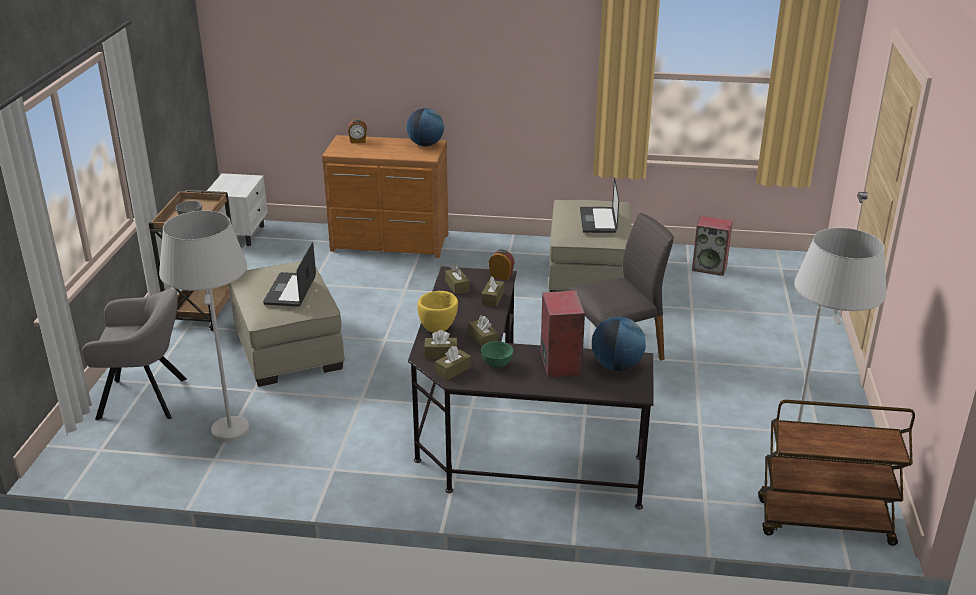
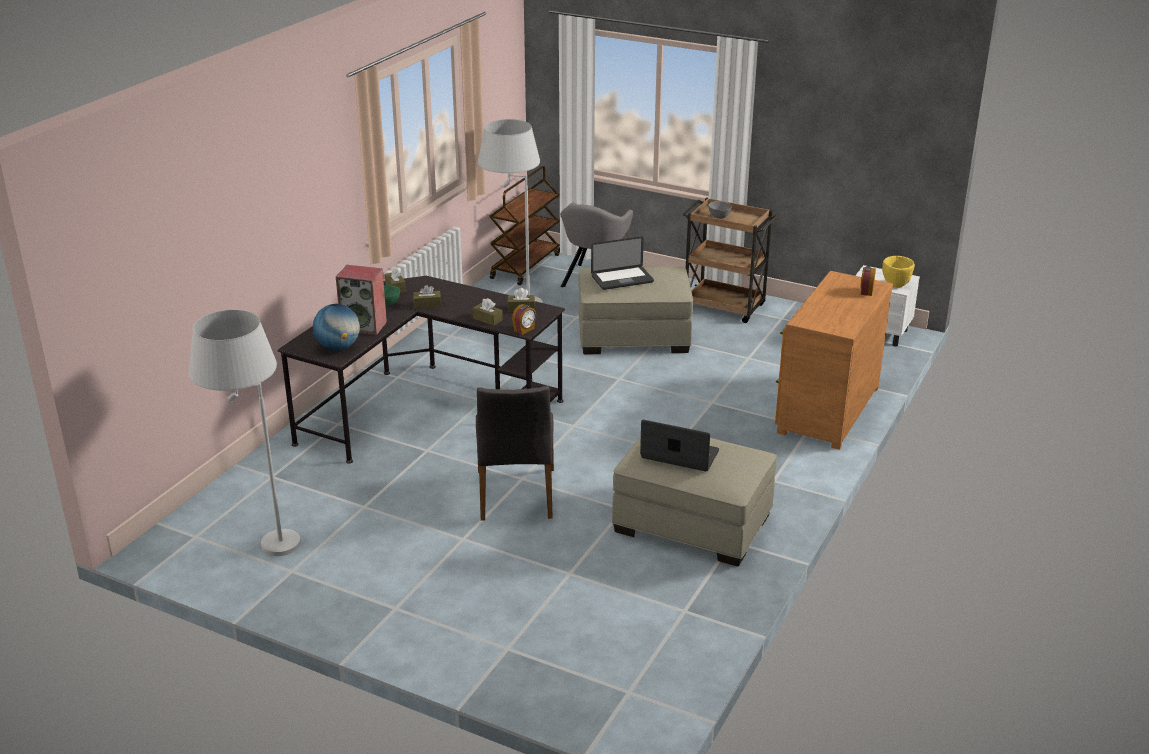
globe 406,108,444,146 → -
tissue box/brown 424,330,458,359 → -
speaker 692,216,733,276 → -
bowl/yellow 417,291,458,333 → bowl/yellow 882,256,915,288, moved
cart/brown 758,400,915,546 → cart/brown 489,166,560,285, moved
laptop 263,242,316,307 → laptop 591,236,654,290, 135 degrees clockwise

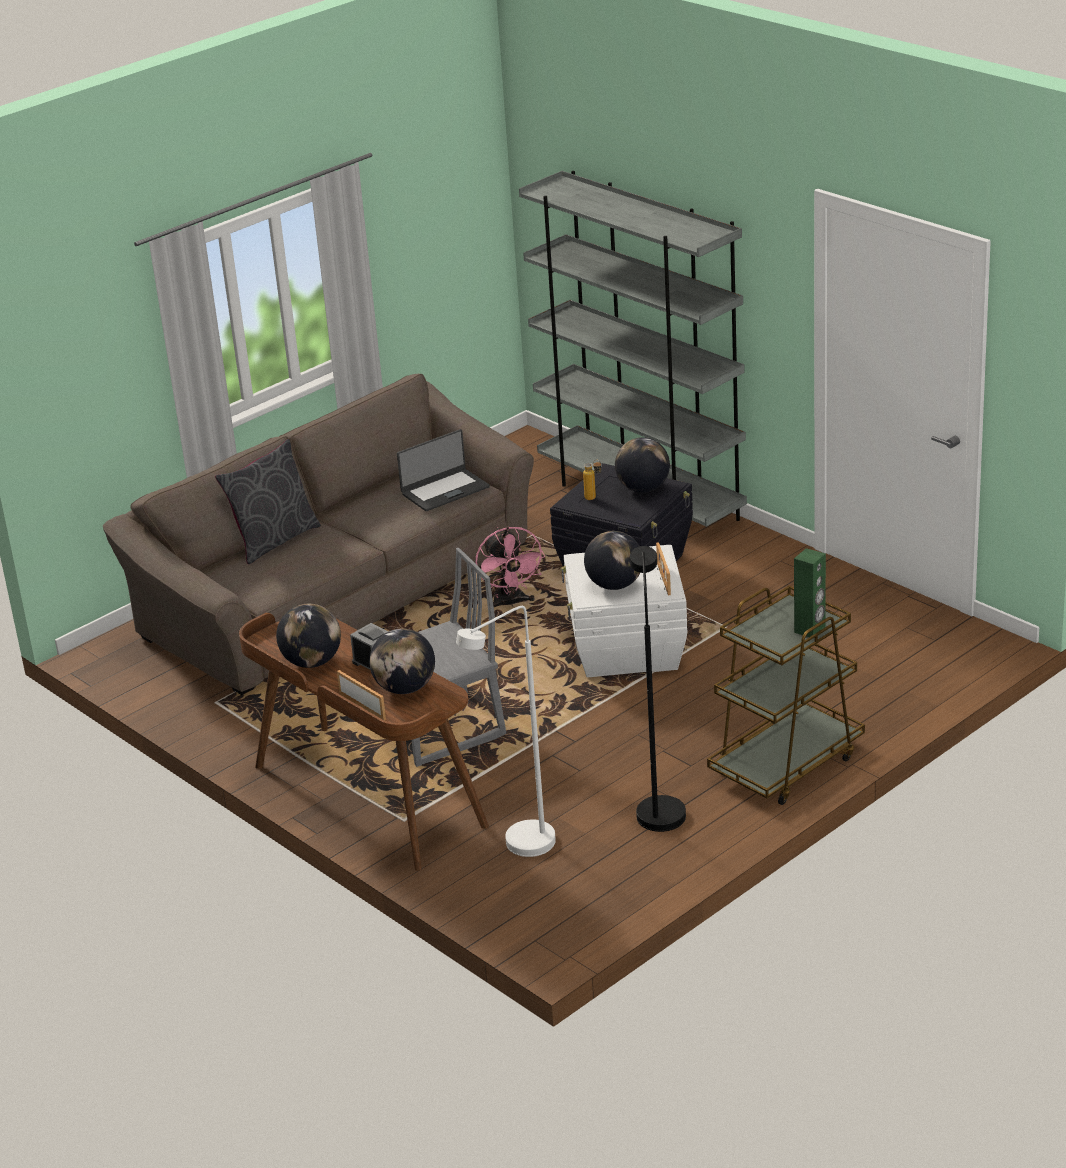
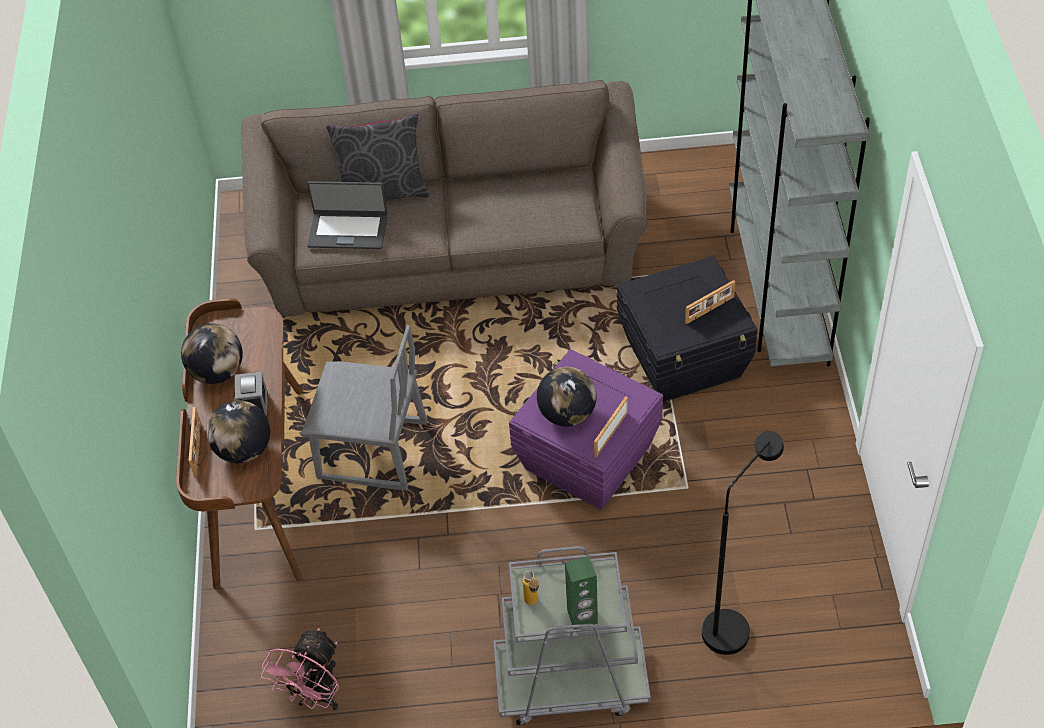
floor lamp/white 456,606,556,857 → -
laptop 397,429,490,511 → laptop 307,181,387,249, moved
fan/pink 475,527,545,607 → fan/pink 261,628,339,710, moved
bottle 583,460,602,500 → bottle 522,571,539,605, moved
floor lamp/black 630,546,686,832 → floor lamp/black 702,431,784,655, moved
globe 615,437,670,492 → picture frame 685,280,736,324
storage box/white 560,545,687,677 → storage box/purple 509,349,663,510
cart/brown 707,586,865,805 → cart/grey 494,546,651,726

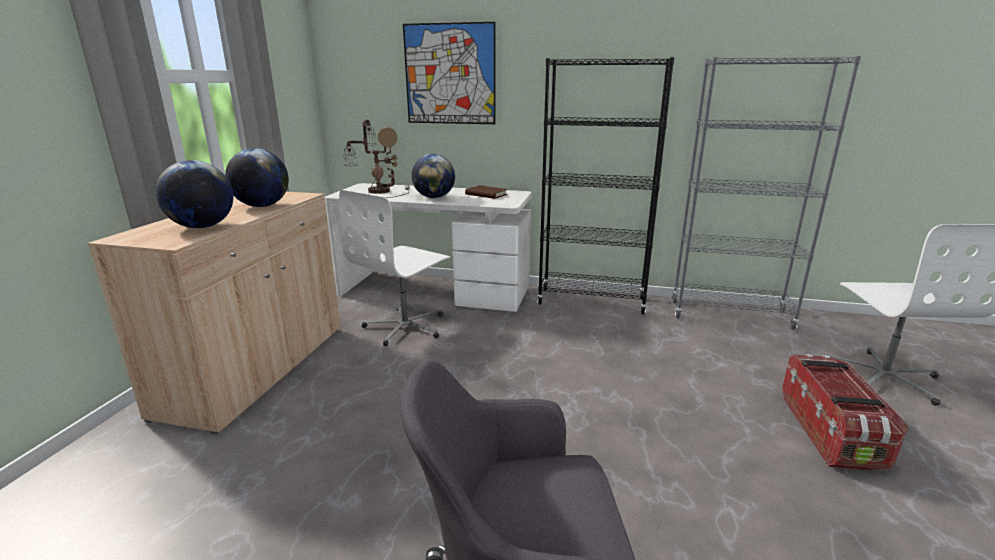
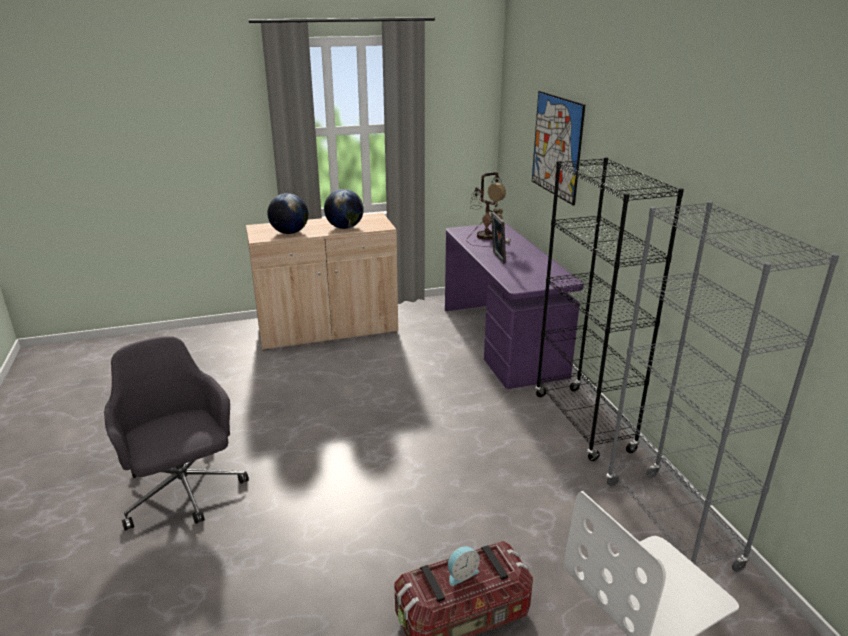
office chair/white 339,190,450,346 → -
book/brown 465,185,508,199 → -
- → alarm clock 448,546,480,586
globe 411,154,455,198 → picture frame 491,212,506,264
desk/white 325,183,532,312 → desk/purple 445,223,584,389

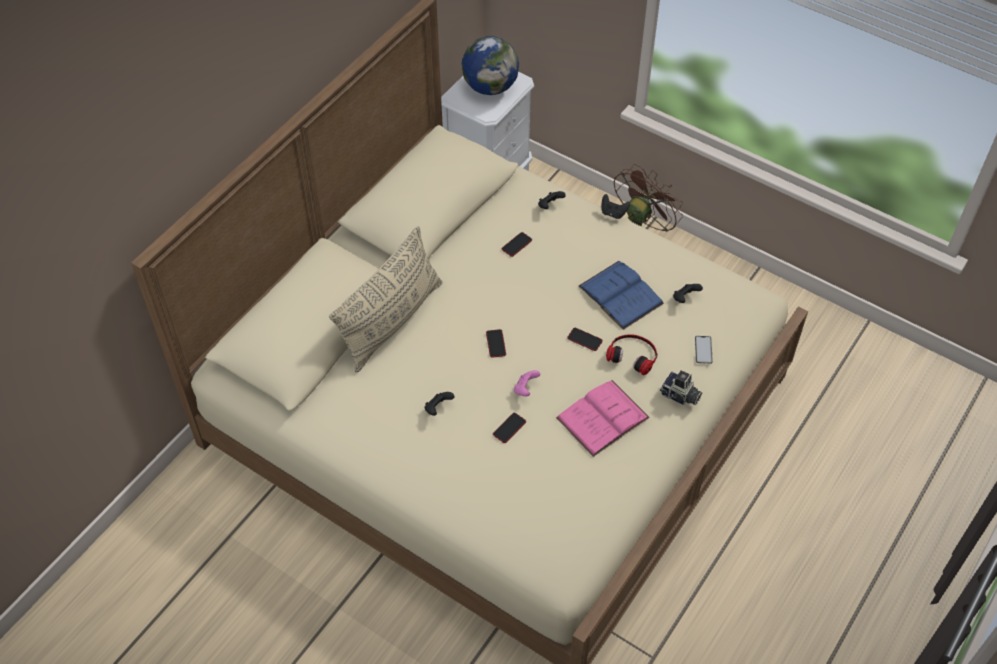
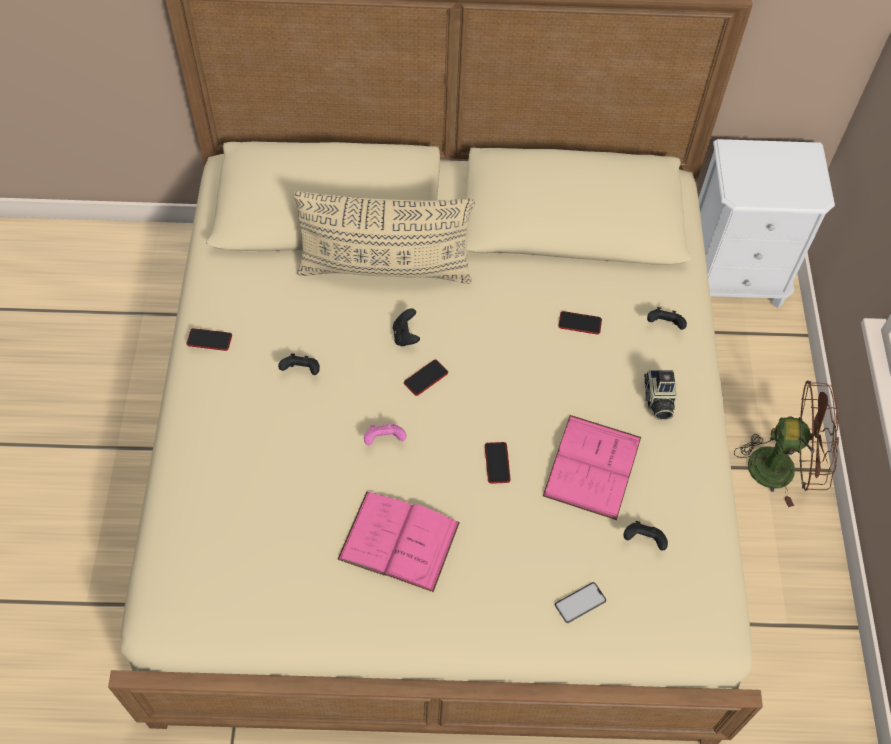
globe 462,36,519,95 → -
headphones 606,334,657,375 → -
phone 493,413,526,443 → phone 187,328,232,351, moved
game controller/black 602,194,630,219 → game controller/black 393,308,420,346, moved
photo camera 660,370,702,405 → photo camera 644,370,677,420, moved
book/blue 579,261,664,330 → book/pink 543,415,641,520

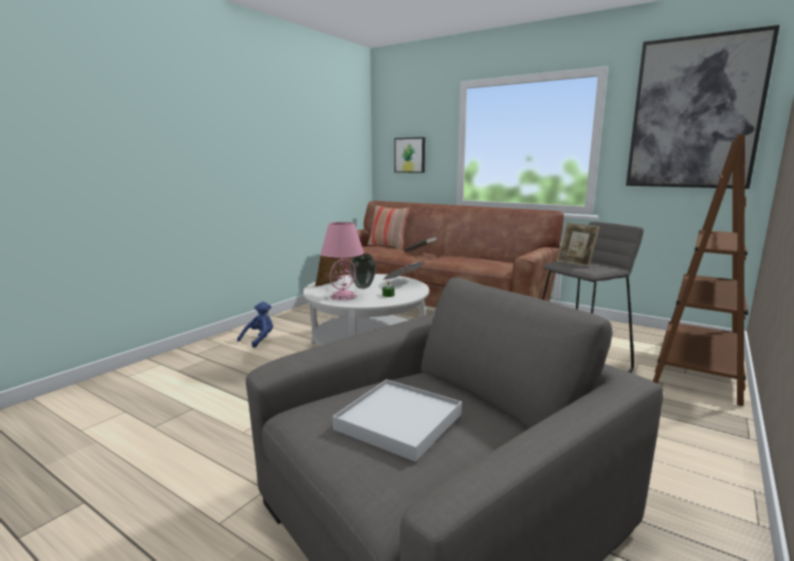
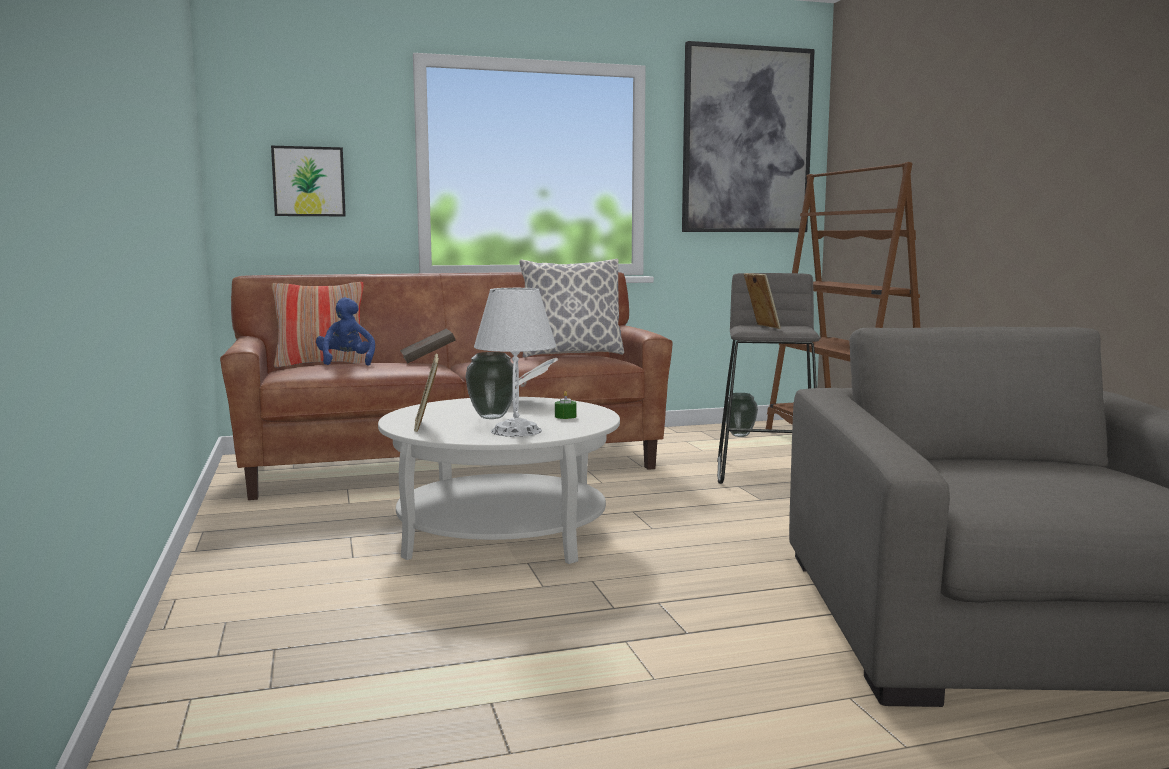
tray/white 333,379,462,462 → -
- → pillow 519,259,624,358
- → vase 726,393,758,437
plush toy/blue 237,302,273,348 → plush toy/blue 316,297,375,366, moved
table lamp/pink 321,222,364,301 → table lamp/white 474,288,556,437
picture frame 557,222,600,267 → picture frame 744,273,781,329, 105 degrees counterclockwise

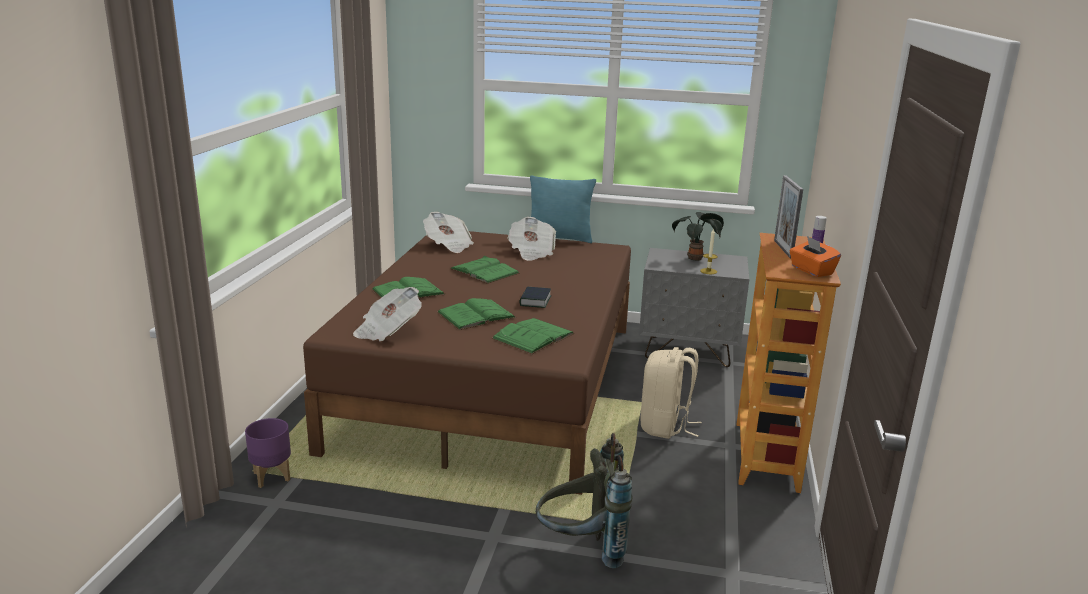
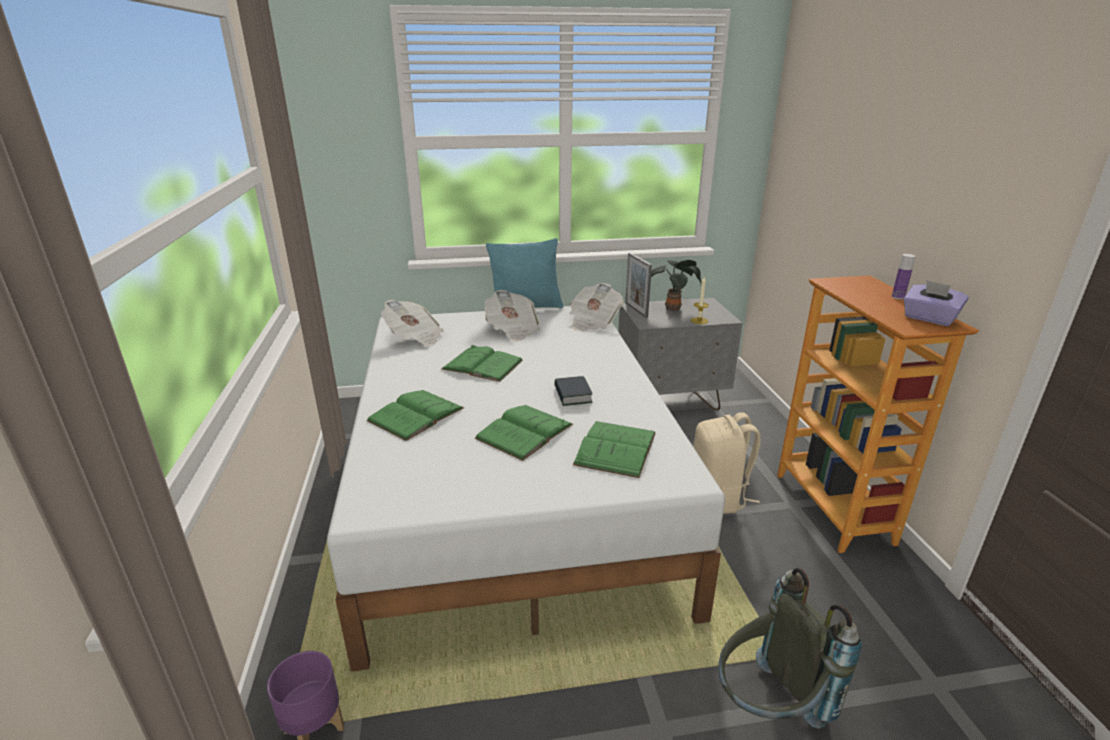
newspaper 353,287,422,341 → newspaper 569,283,624,331, moved
picture frame 774,175,803,258 → picture frame 625,253,652,318, moved
bed/brown 303,231,631,495 → bed/white 327,306,725,672
tissue box/orange 789,236,841,277 → tissue box/purple 904,280,969,326

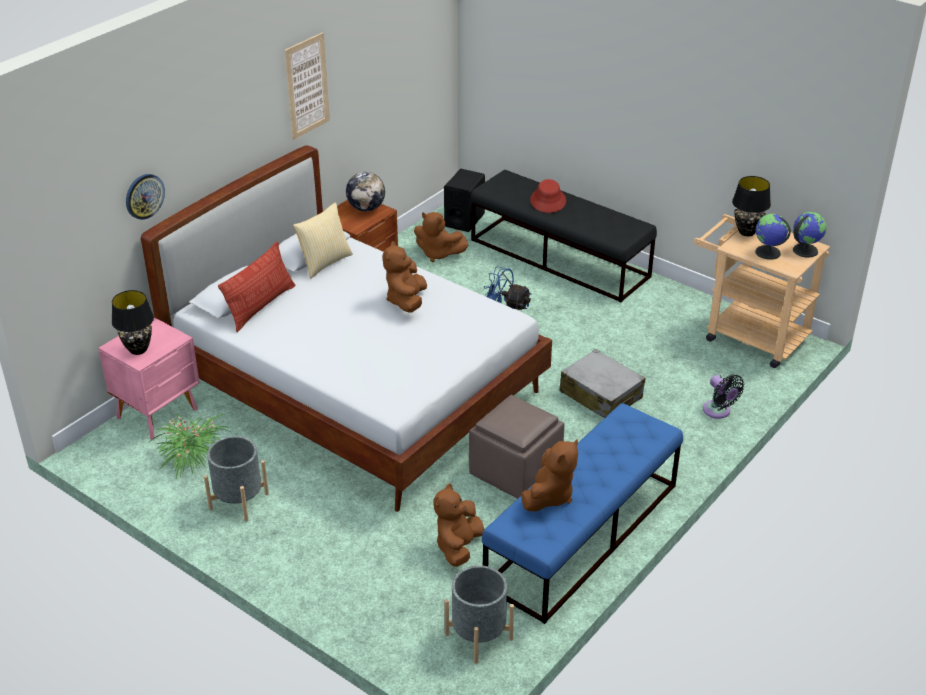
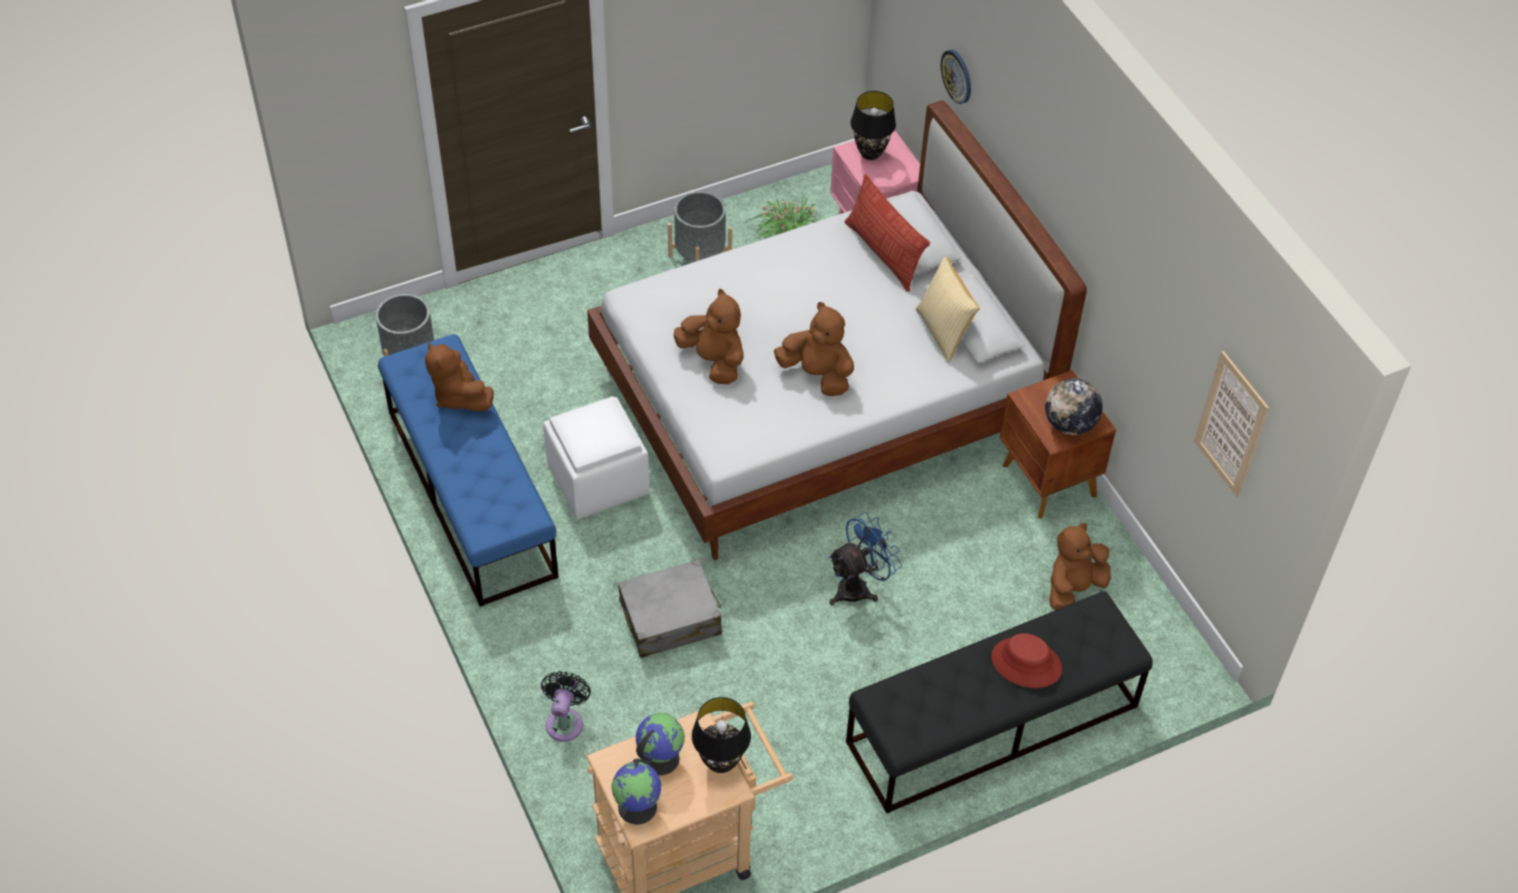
speaker/black 444,169,485,232 → -
picture 285,32,330,140 → picture 1194,351,1269,497, moved
plush toy/brown 433,483,484,567 → plush toy/brown 674,289,744,384, moved
ottoman/brown 469,395,565,499 → ottoman/white 543,396,649,519
fan/black 703,375,744,419 → fan/black 541,671,591,742, 105 degrees clockwise

